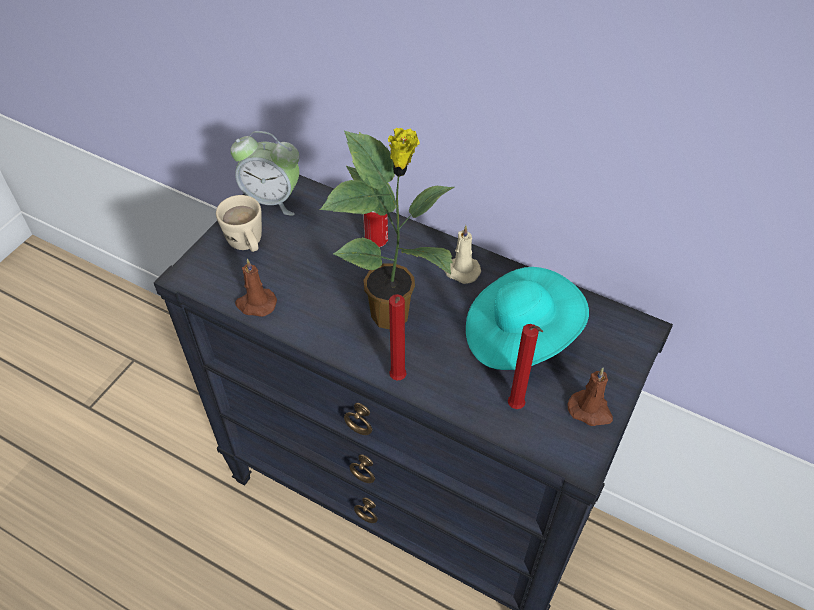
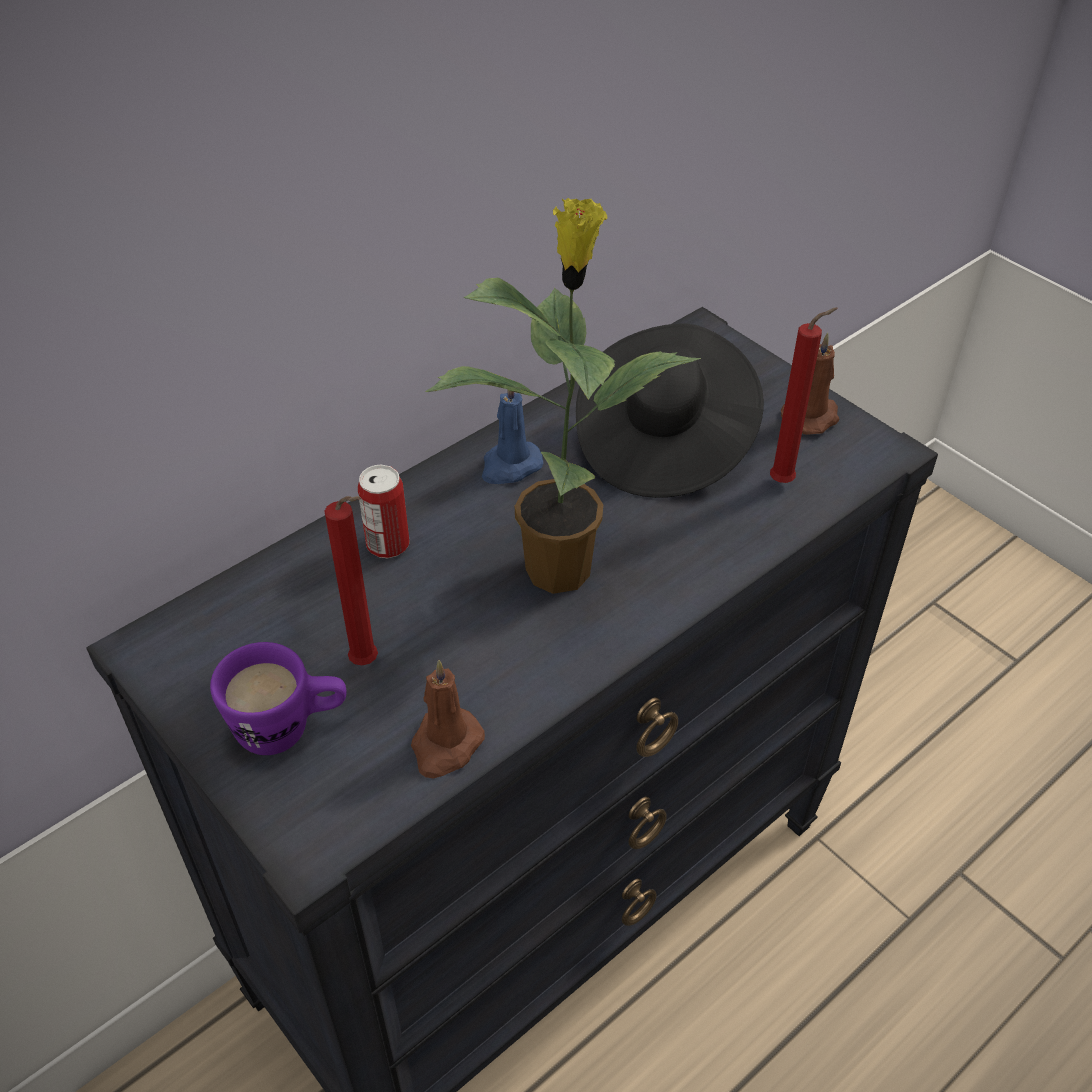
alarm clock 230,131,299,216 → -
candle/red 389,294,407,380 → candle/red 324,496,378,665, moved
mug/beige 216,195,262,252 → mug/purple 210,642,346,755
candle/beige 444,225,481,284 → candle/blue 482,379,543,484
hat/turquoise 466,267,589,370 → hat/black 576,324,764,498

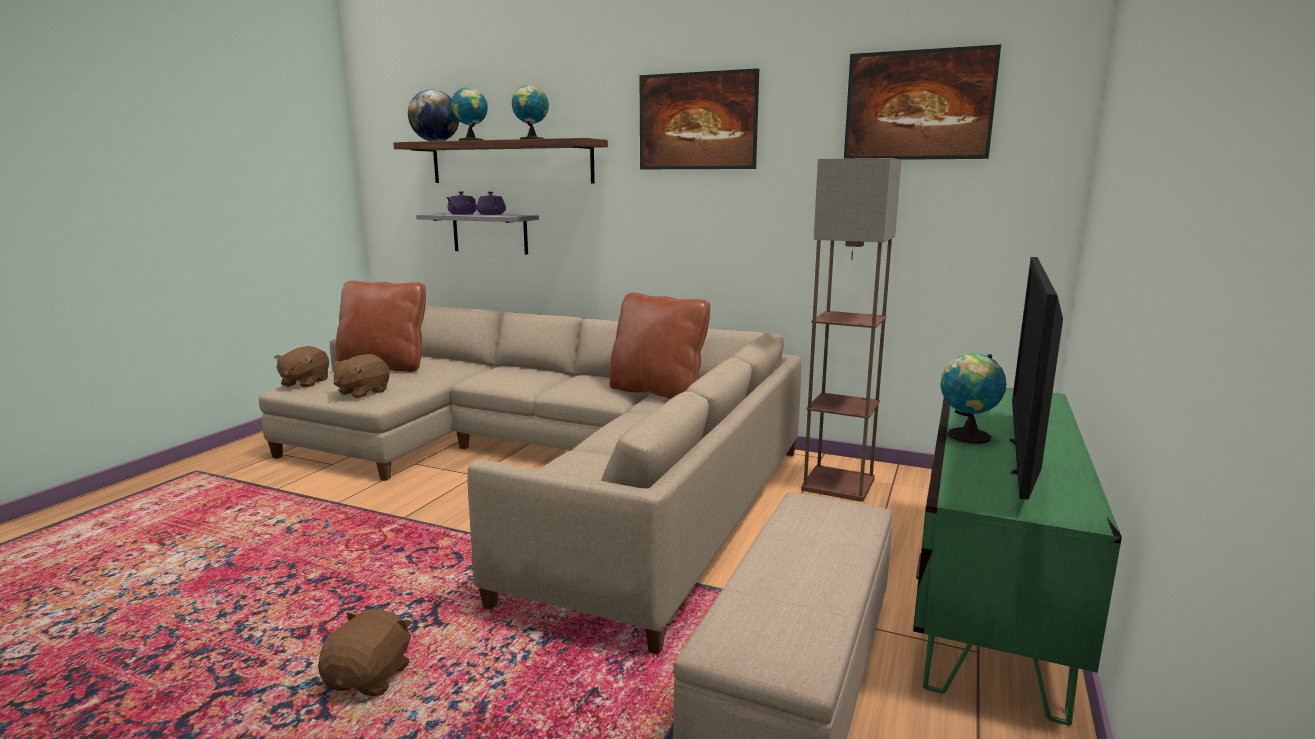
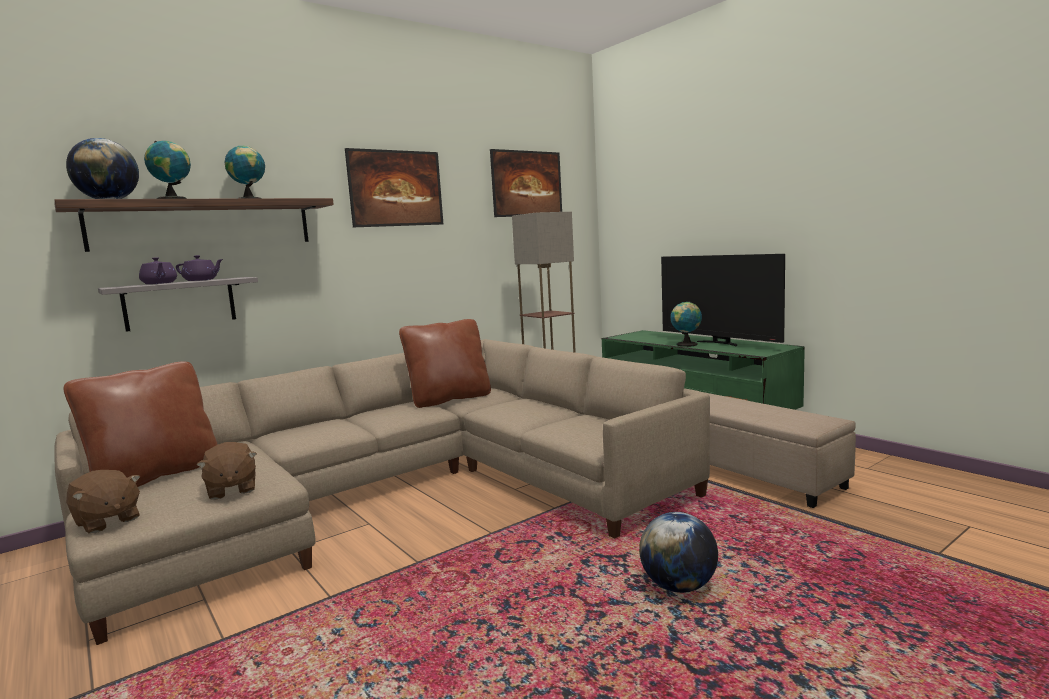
plush toy/brown 318,609,412,696 → globe 639,512,718,593

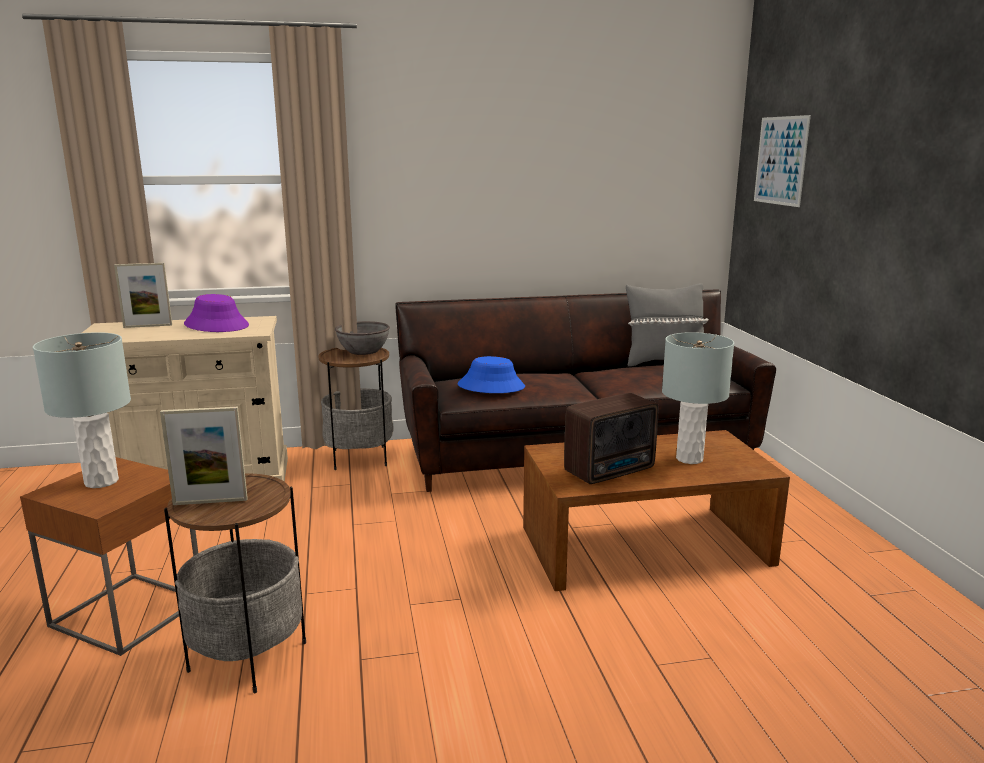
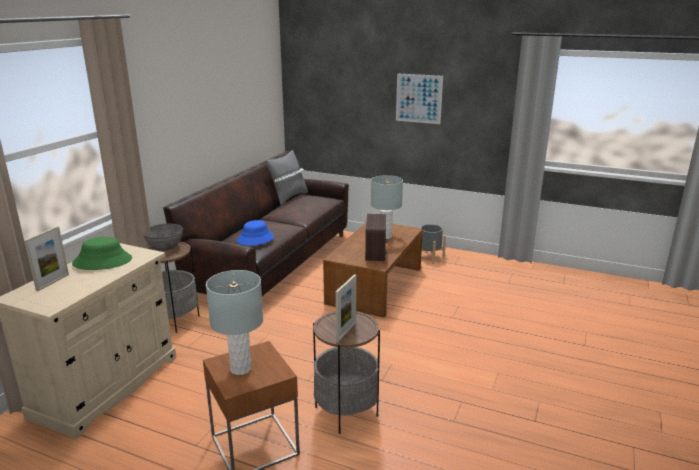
- → planter/grey 420,224,446,264
picture 754,115,811,207 → picture 396,73,443,124, moved
hat/purple 184,294,249,332 → hat/green 72,237,132,270

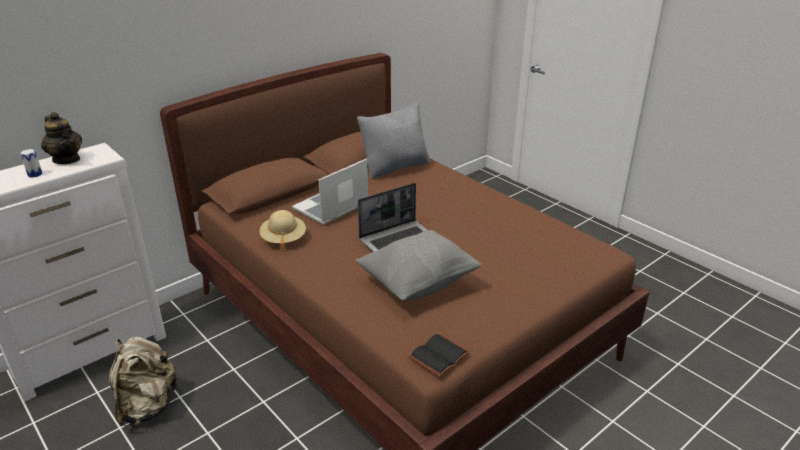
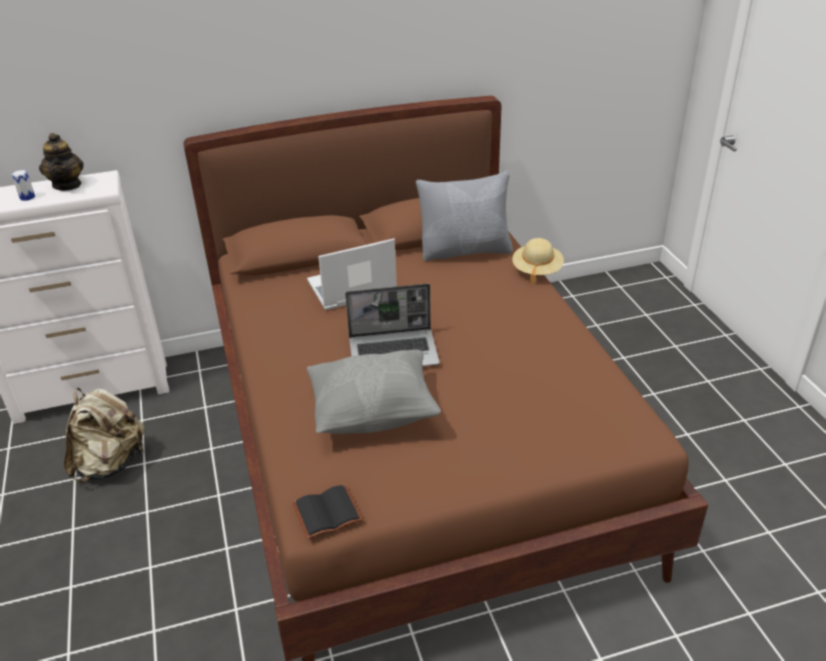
hat/beige 260,210,306,252 → hat/beige 512,238,564,284, moved

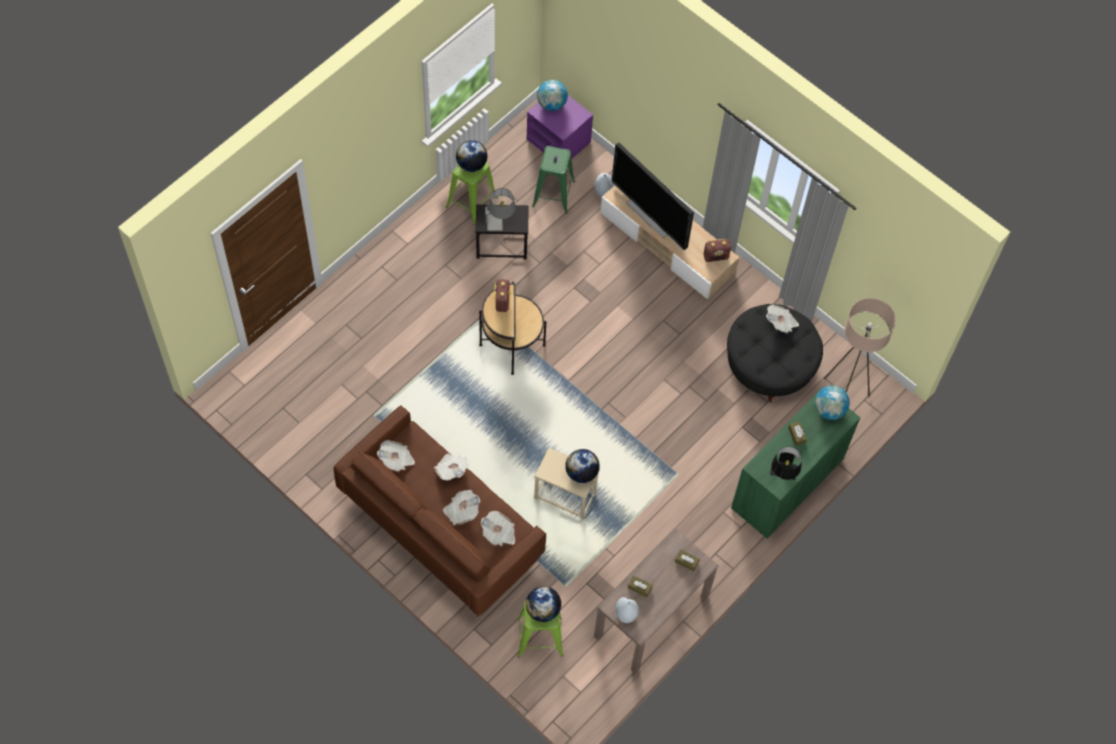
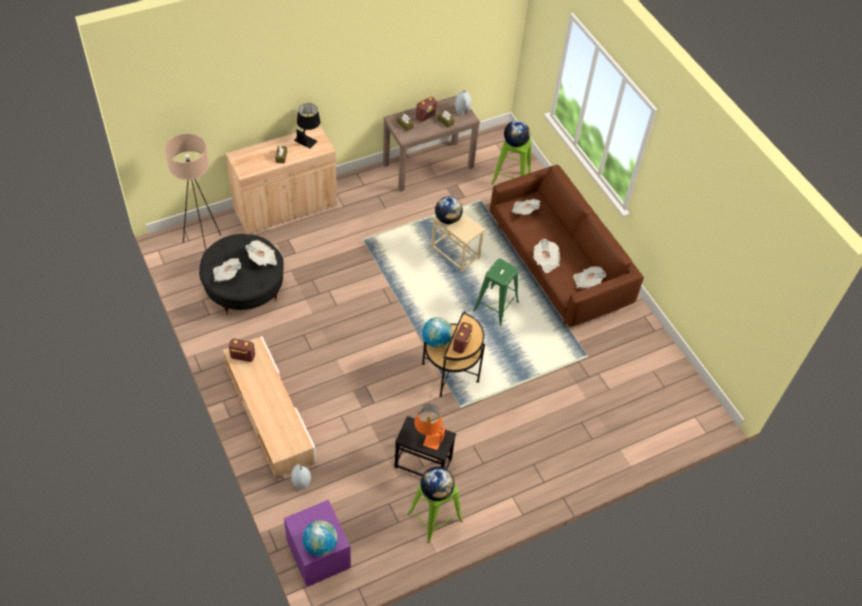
television 612,142,694,250 → -
- → radio 416,97,437,122
newspaper 443,490,480,525 → newspaper 246,240,277,266, moved
stool/green 532,146,575,214 → stool/green 473,259,519,326, moved
globe 815,386,850,420 → globe 422,317,452,348, moved
table lamp/grey 485,188,516,231 → table lamp/orange 414,404,445,450
cabinet/green 731,387,861,539 → cabinet/beige 226,126,337,234

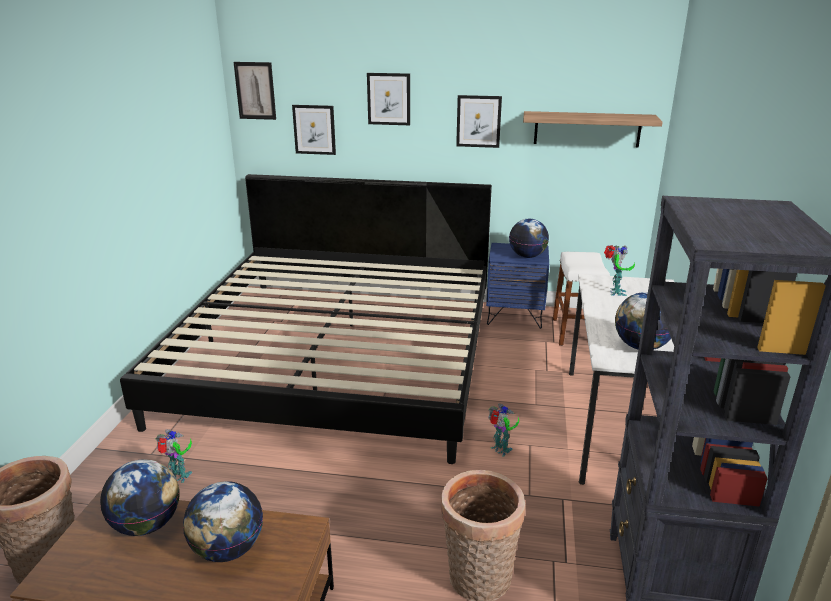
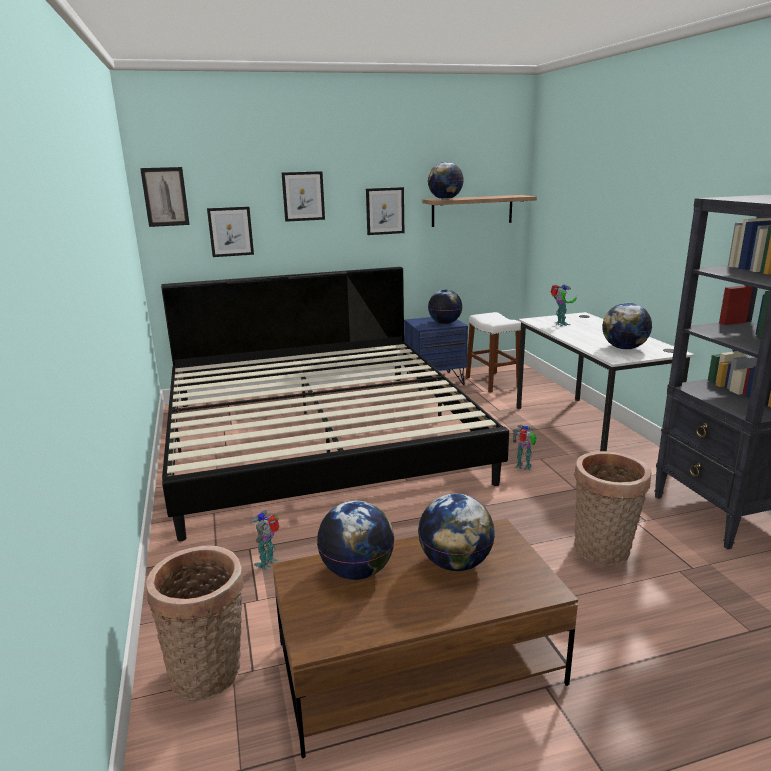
- → globe 428,162,464,199
toy robot 155,429,192,483 → toy robot 250,510,279,571, 60 degrees counterclockwise

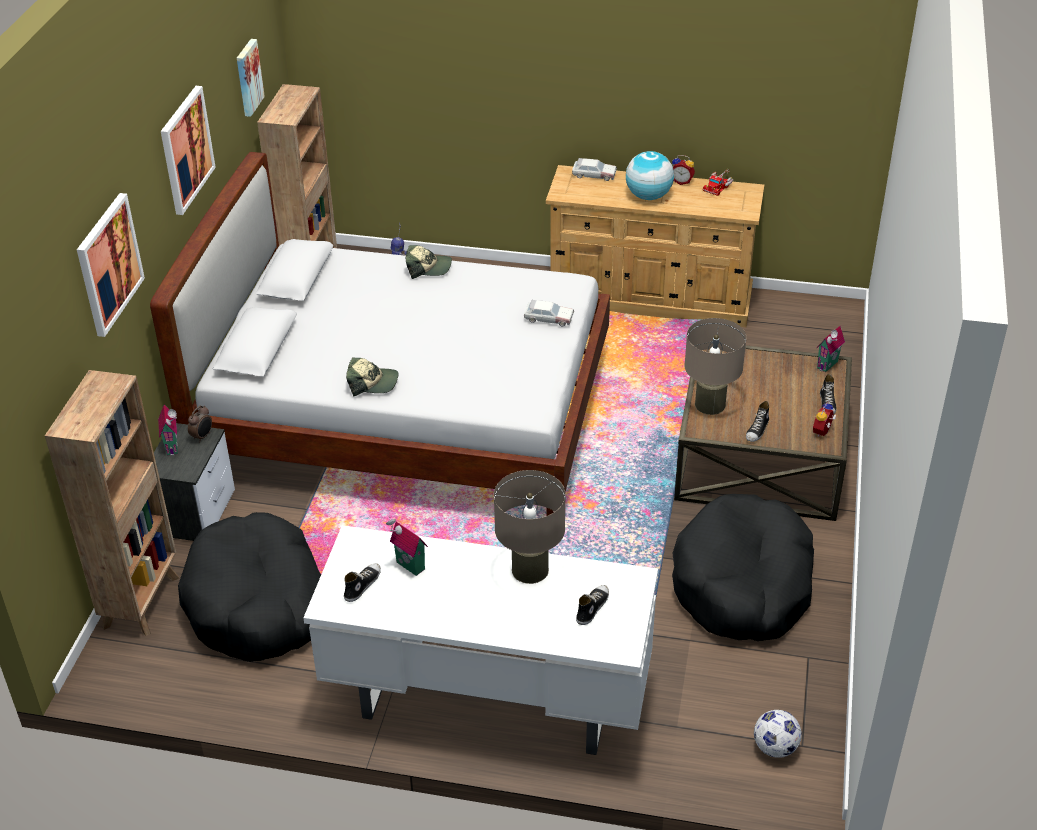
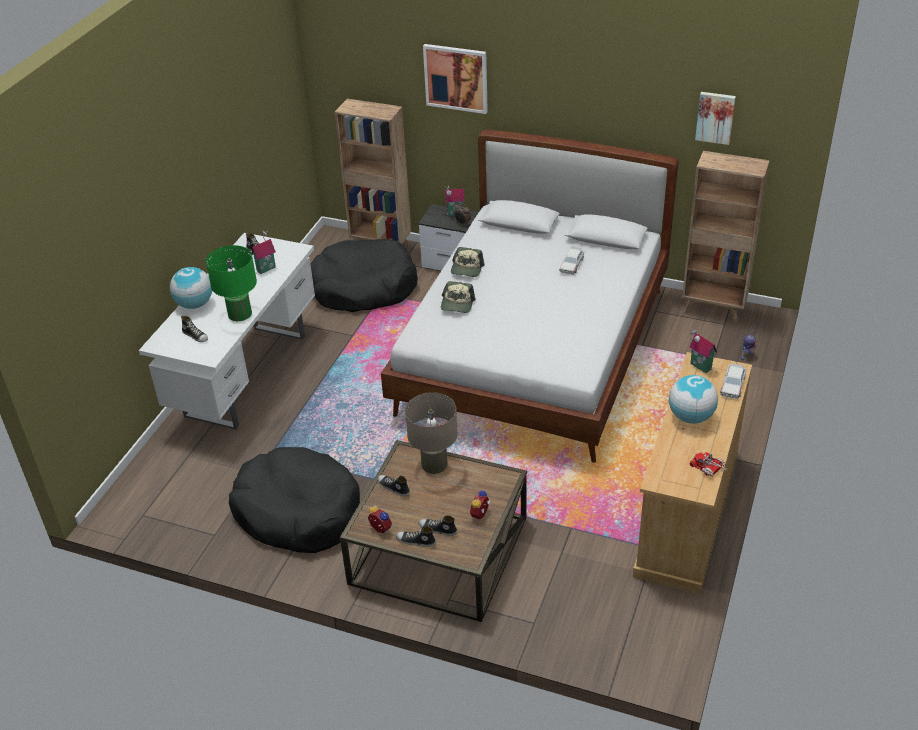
picture 161,86,216,215 → -
football 754,710,802,758 → -
- → globe 170,267,212,309
- → shoe 419,515,457,536
cap 406,245,452,279 → cap 441,281,476,313, moved
toy car 524,300,574,327 → toy car 559,247,584,275, moved
alarm clock 672,155,695,185 → alarm clock 470,490,491,520, moved
toy house 816,326,845,372 → toy house 689,328,717,373, moved
table lamp/beige 494,470,566,584 → table lamp/green 206,245,257,321

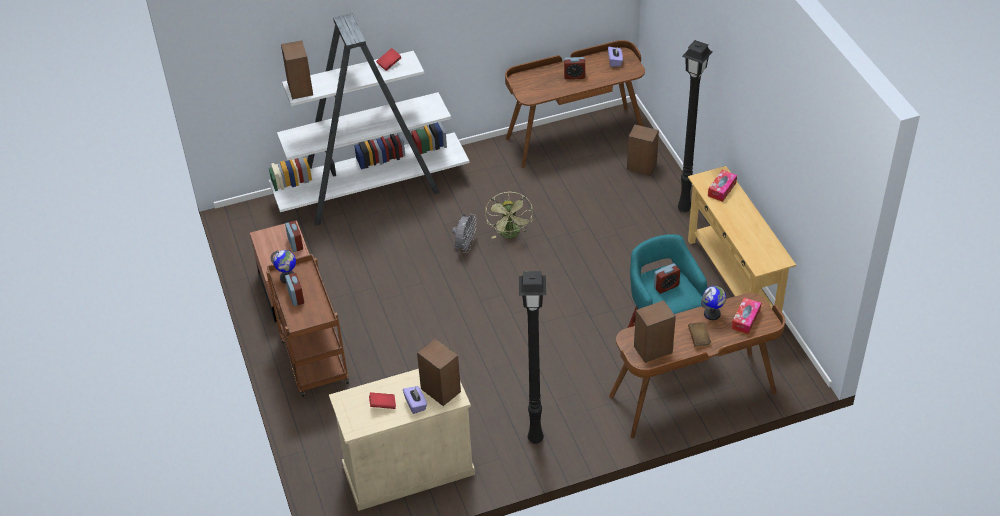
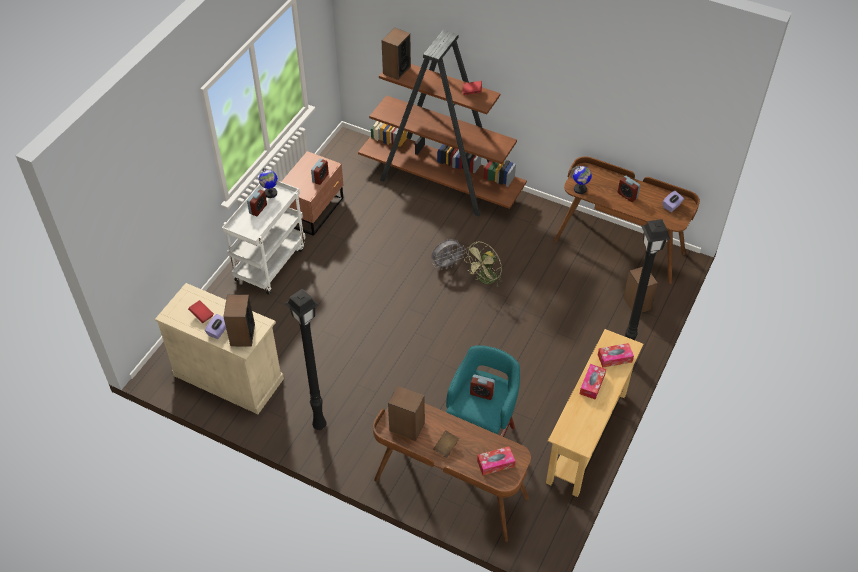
- → tissue box 580,364,606,400
globe 701,286,726,320 → globe 571,166,592,194, moved
cart/brown 266,254,349,397 → cart/white 222,181,306,295
bookcase/white 269,13,470,226 → bookcase/brown 358,30,527,217

